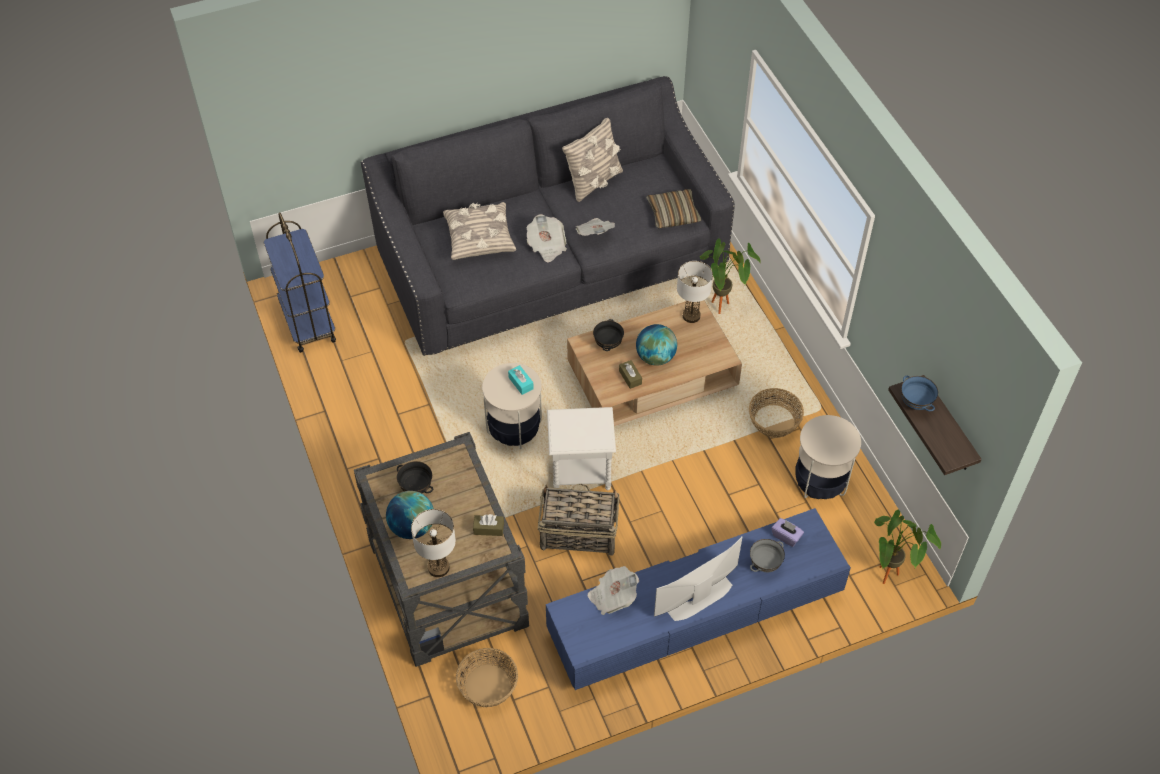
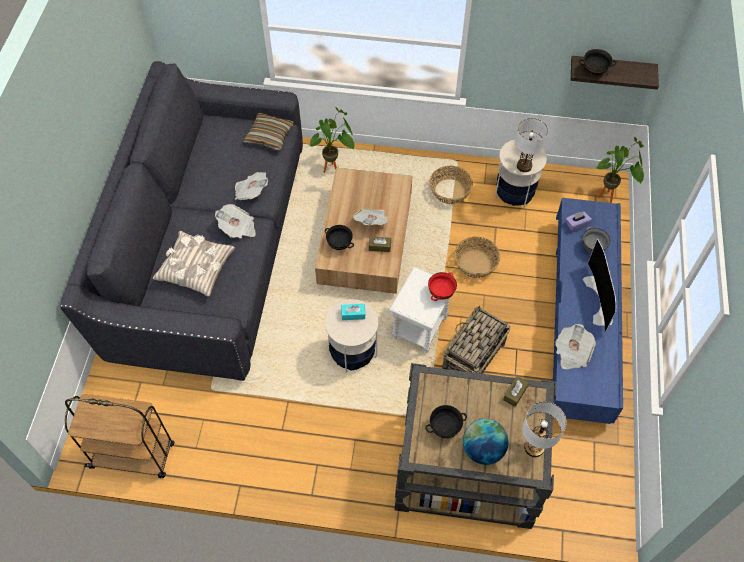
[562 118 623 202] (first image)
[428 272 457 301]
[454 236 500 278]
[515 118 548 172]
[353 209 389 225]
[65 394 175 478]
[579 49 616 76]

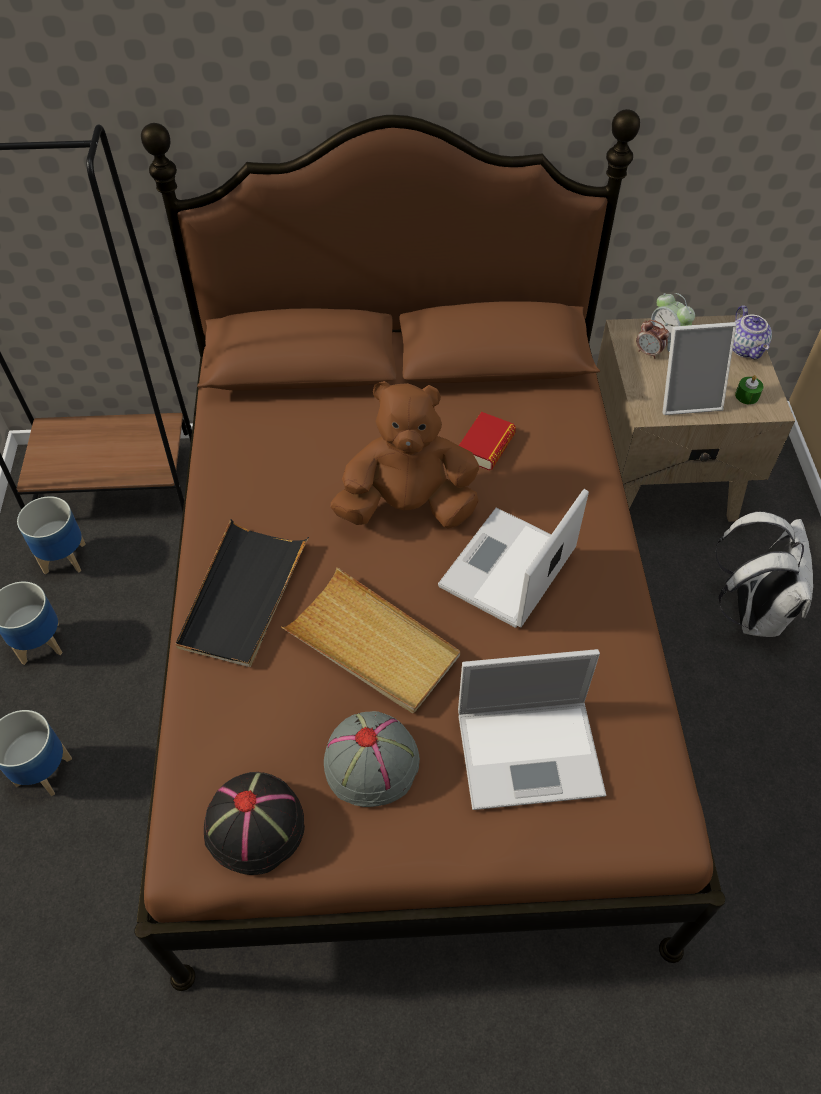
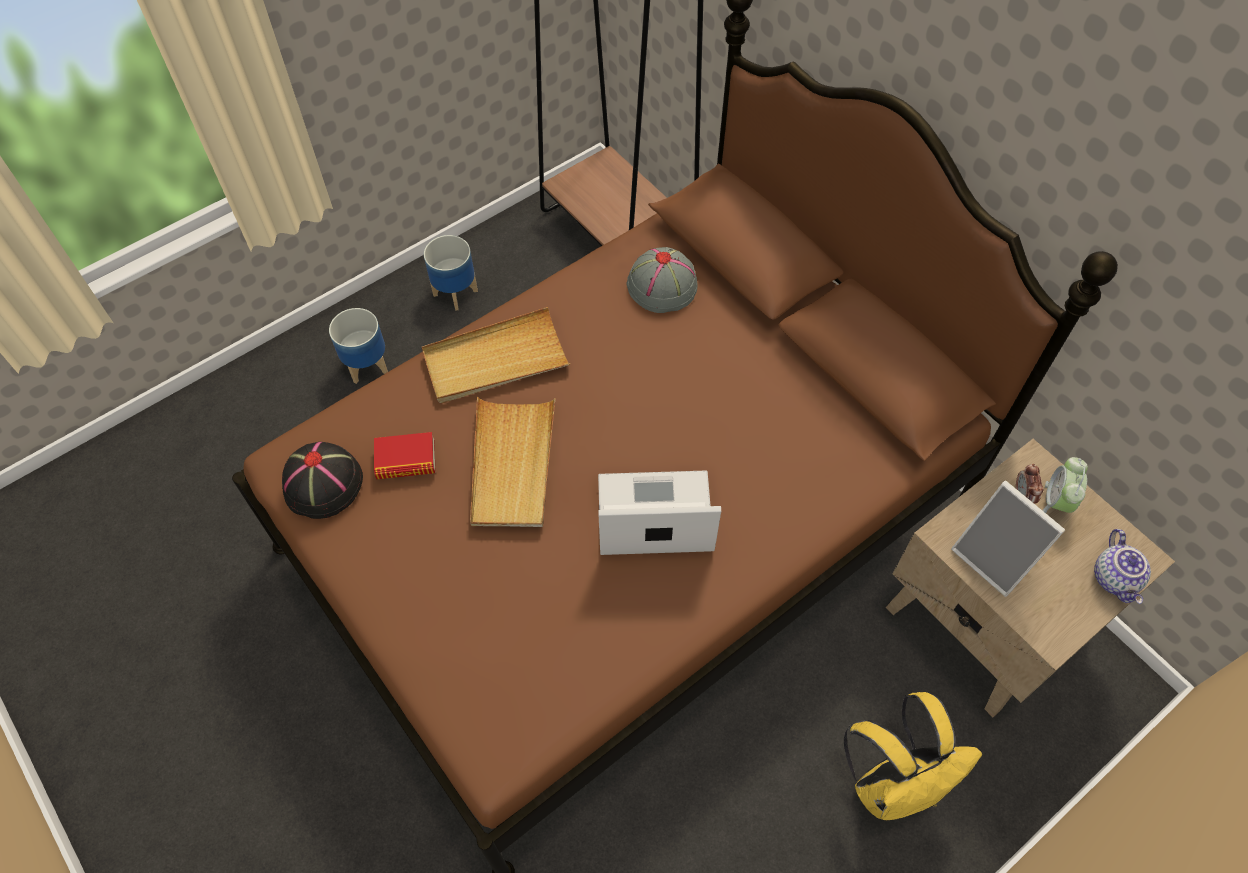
[17 496 86 575] (first image)
[331 381 479 529] (first image)
[458 649 606 810] (first image)
[735 375 764 404] (first image)
[626 247 697 313]
[374 432 436 479]
[422 307 570 403]
[844 692 982 820]
[1094 529 1151 604]

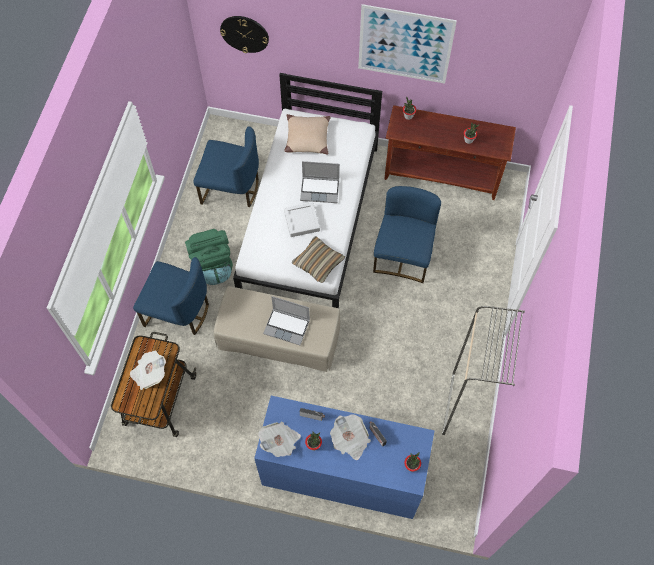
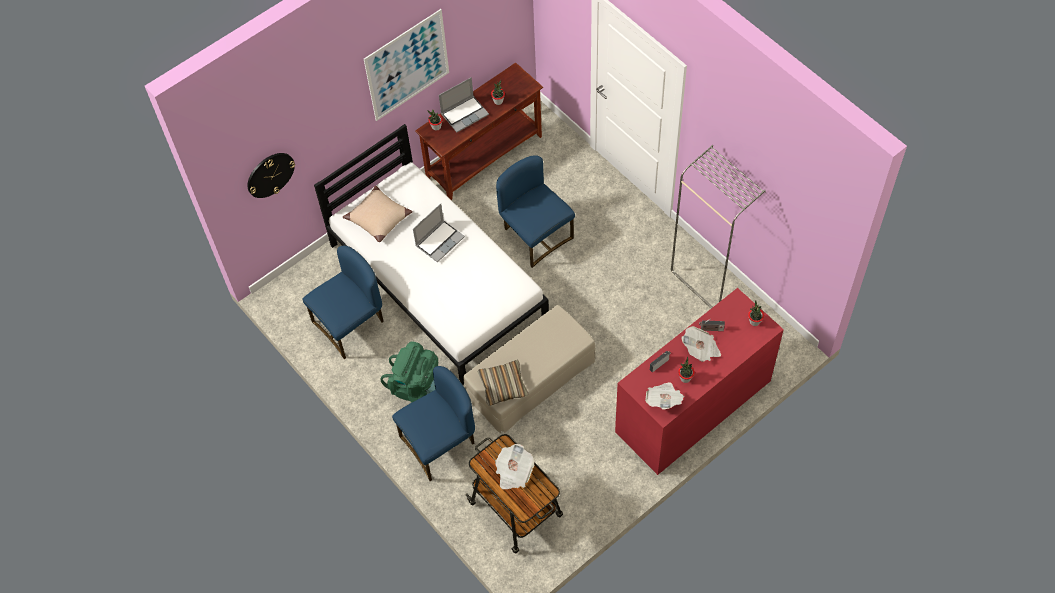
[284 203 320 237] (first image)
[439 77 489 132]
[478 360 528 406]
[615 288 784 475]

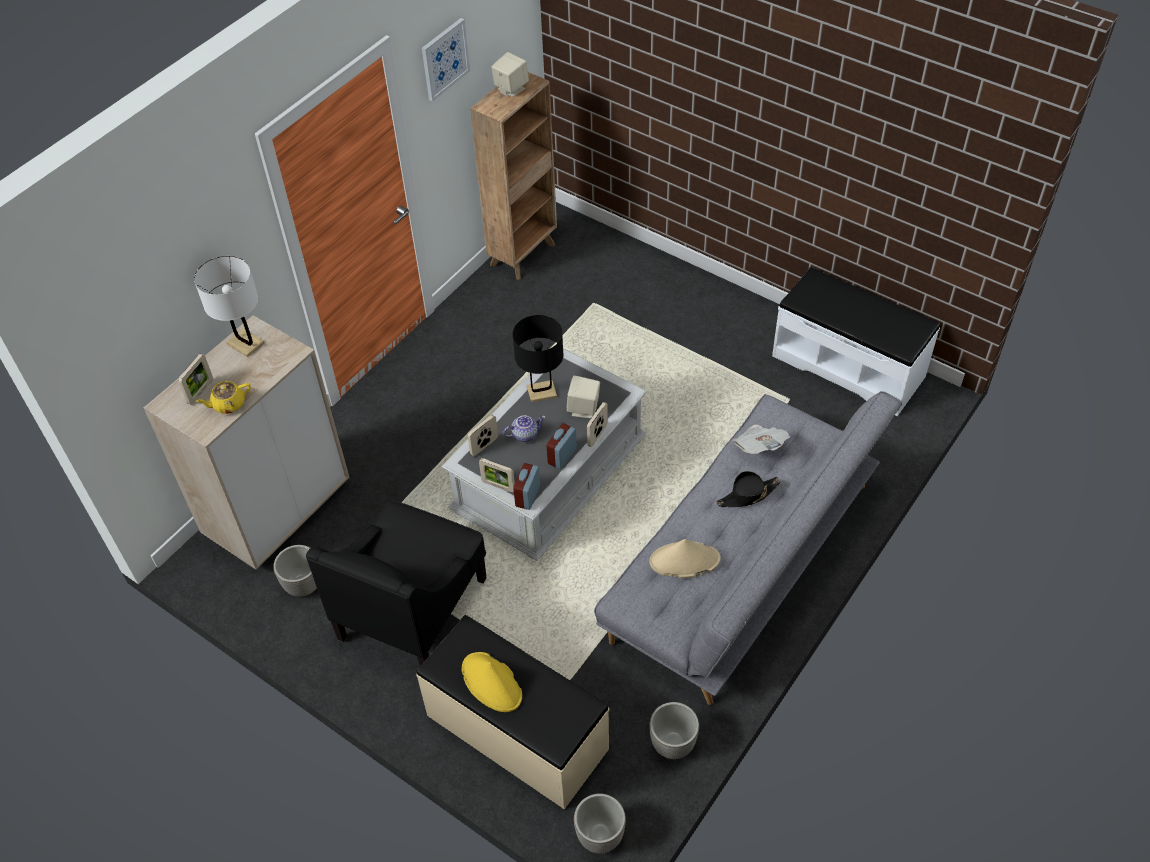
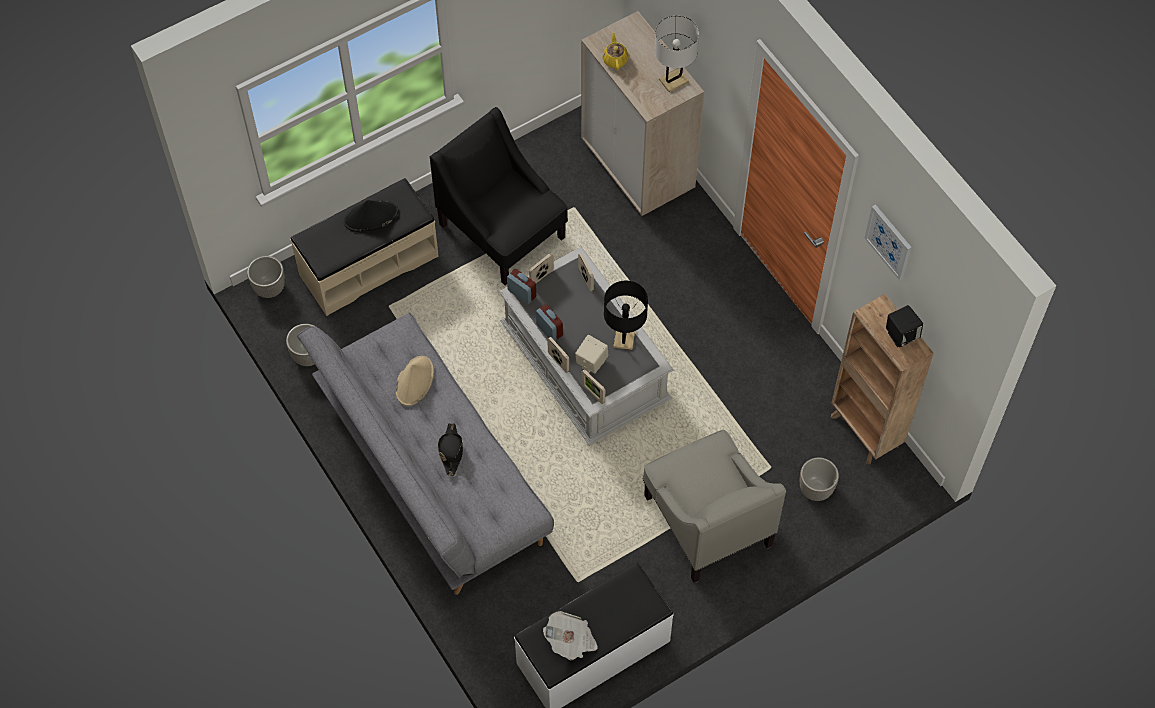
[503 415 545 442] (first image)
[643 430 786 583]
[581 369 605 404]
[800 457 839 501]
[543 611 598 660]
[344 200 398 232]
[886 305 923 347]

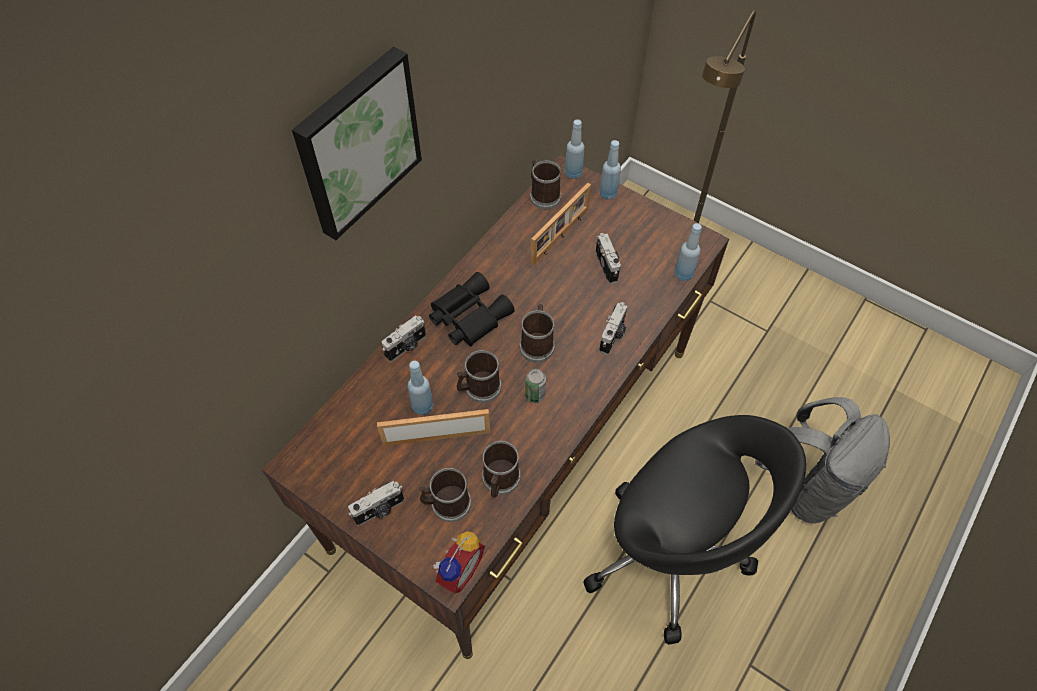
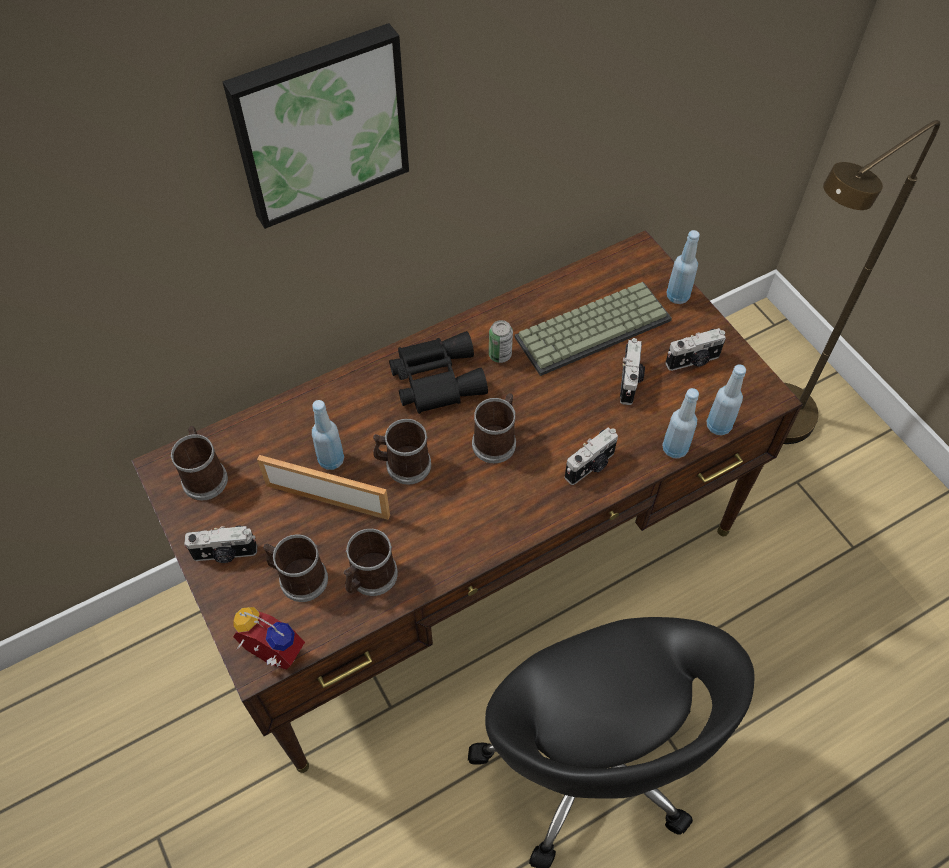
[755 397 890 524] (first image)
[665 328 726 371]
[489 320 513 363]
[171 426 228 501]
[662 388 699 459]
[515 282 672 376]
[233 607 305 670]

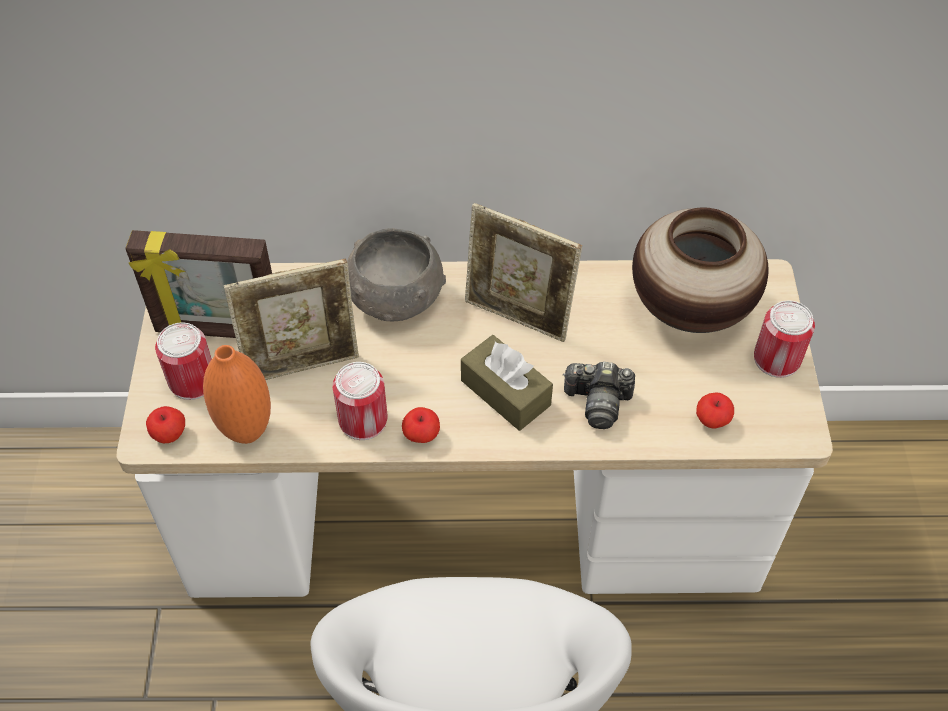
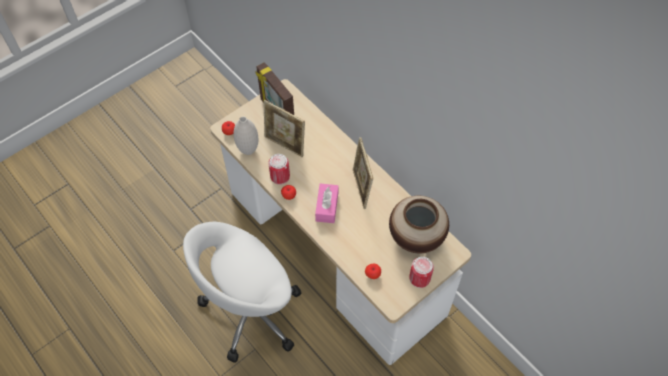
[155 322 212 400] (first image)
[347 228 446 321] (first image)
[563 362 635 429] (first image)
[233 116 258 155]
[315 184 338 223]

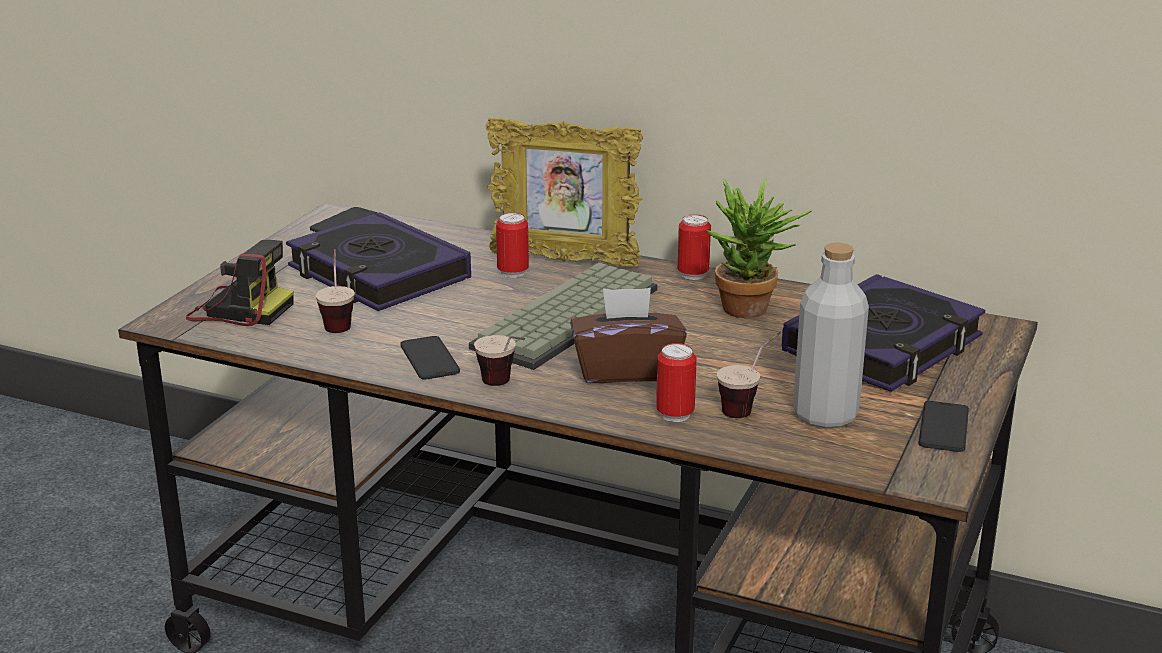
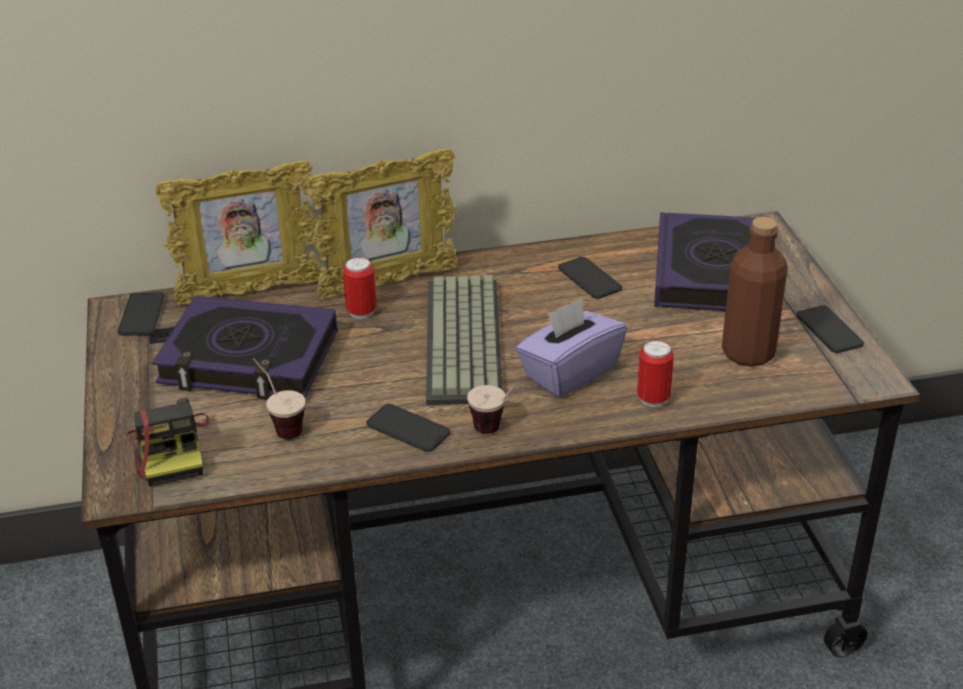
[678 214 711 280] (first image)
[717 332 781 418] (first image)
[155 160 323 304]
[558 257 622 299]
[516 298 627 398]
[722 217 788 367]
[127 398 210 487]

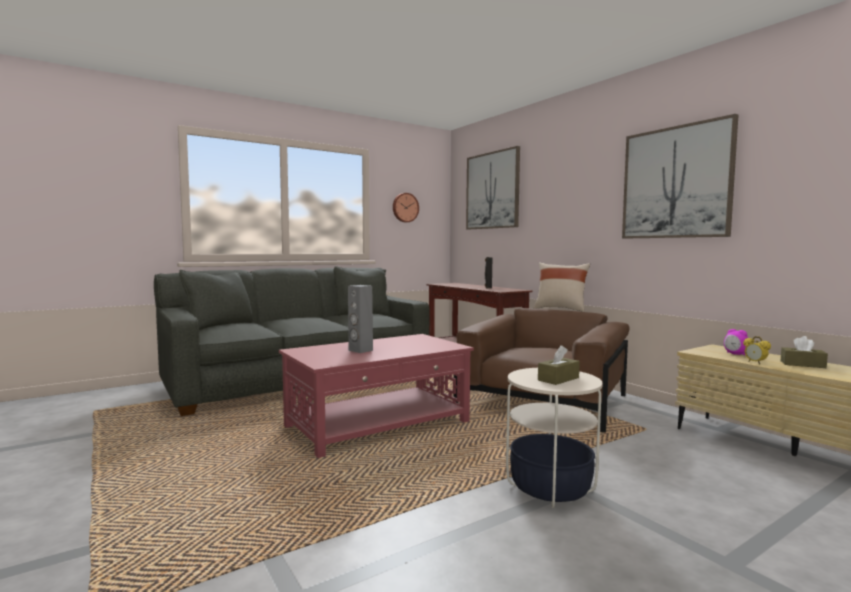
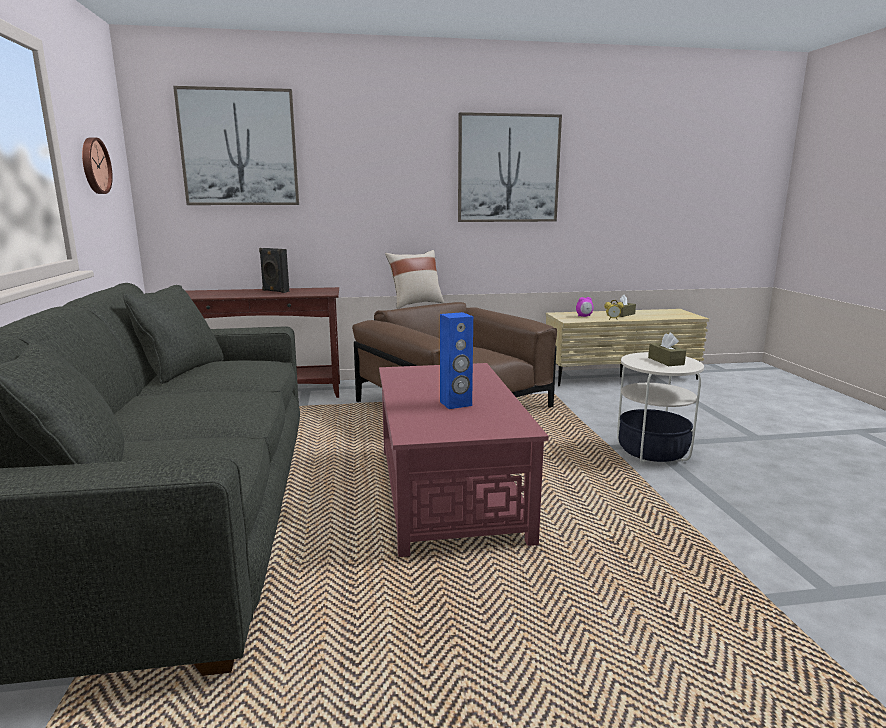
[440 312 473 409]

